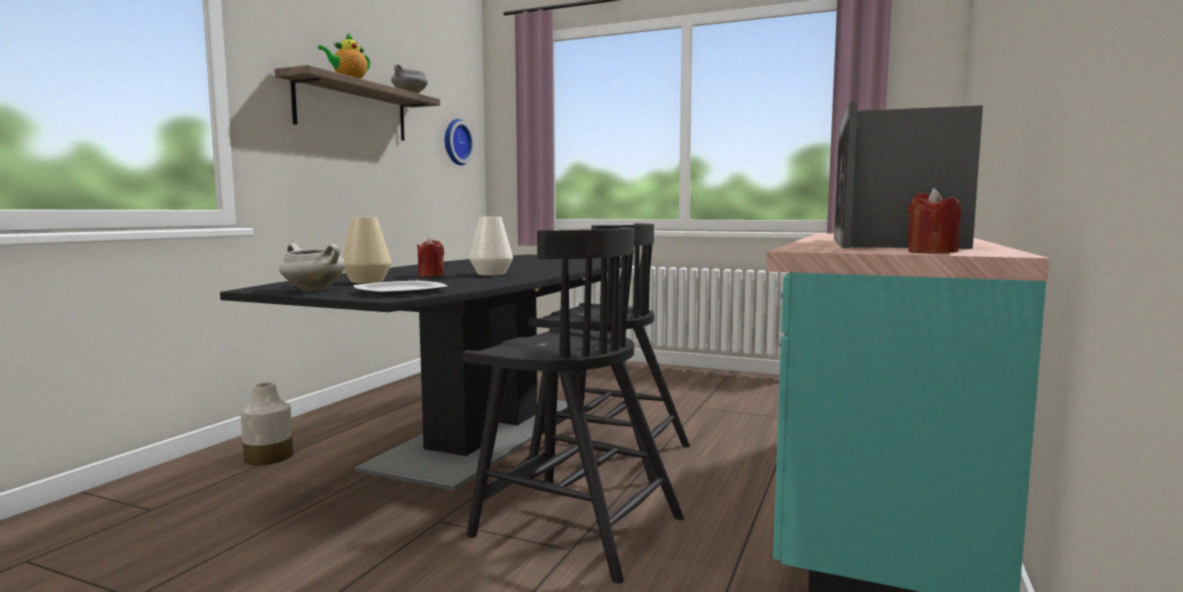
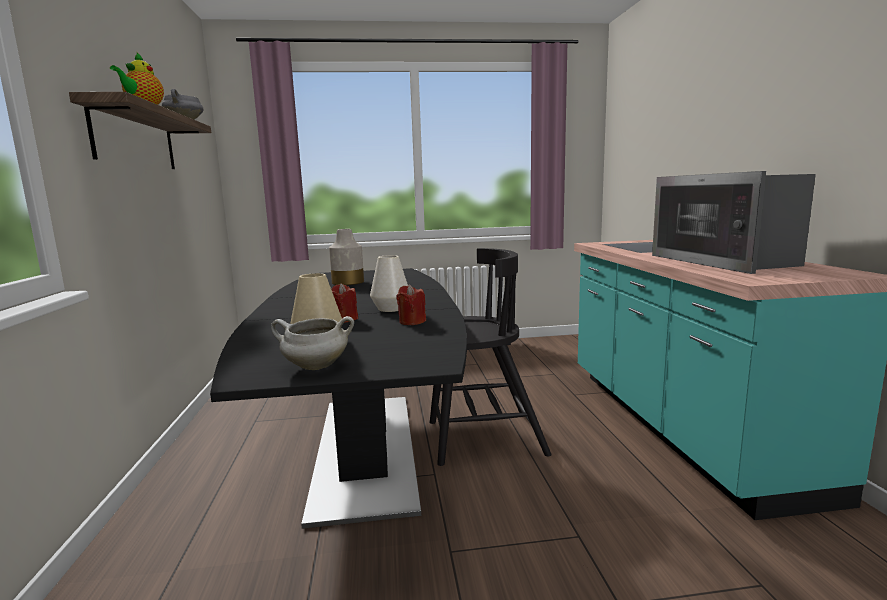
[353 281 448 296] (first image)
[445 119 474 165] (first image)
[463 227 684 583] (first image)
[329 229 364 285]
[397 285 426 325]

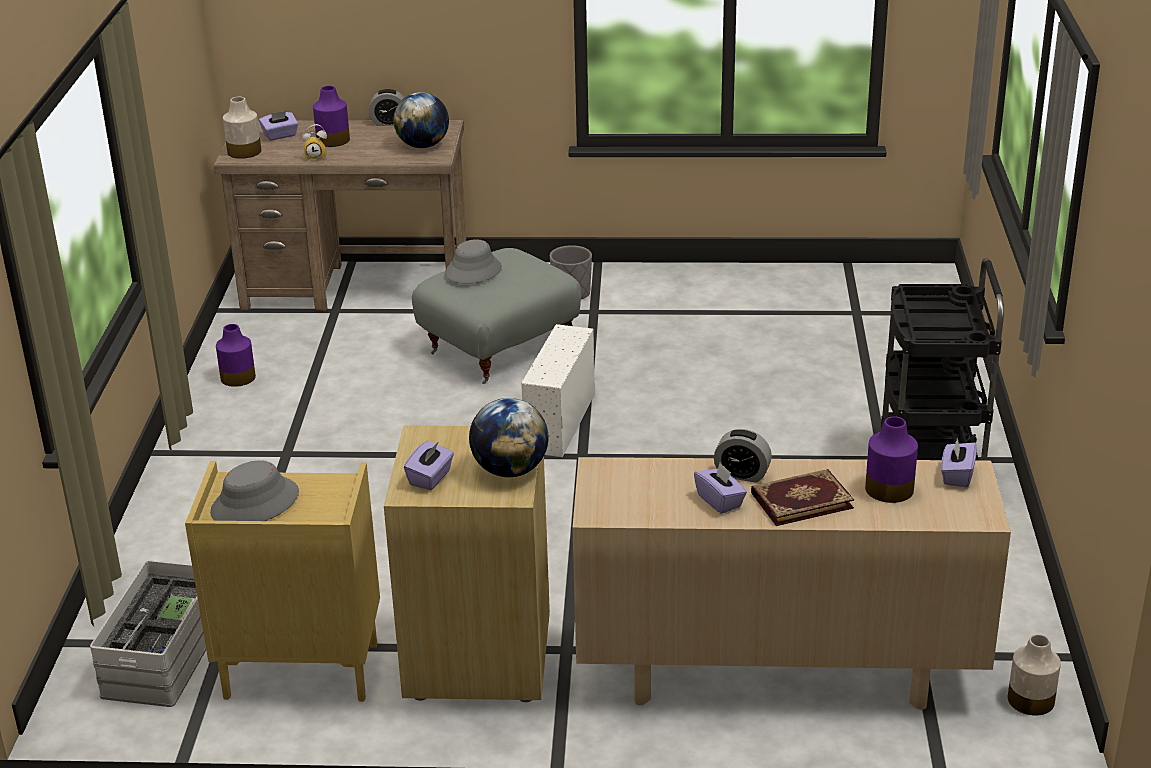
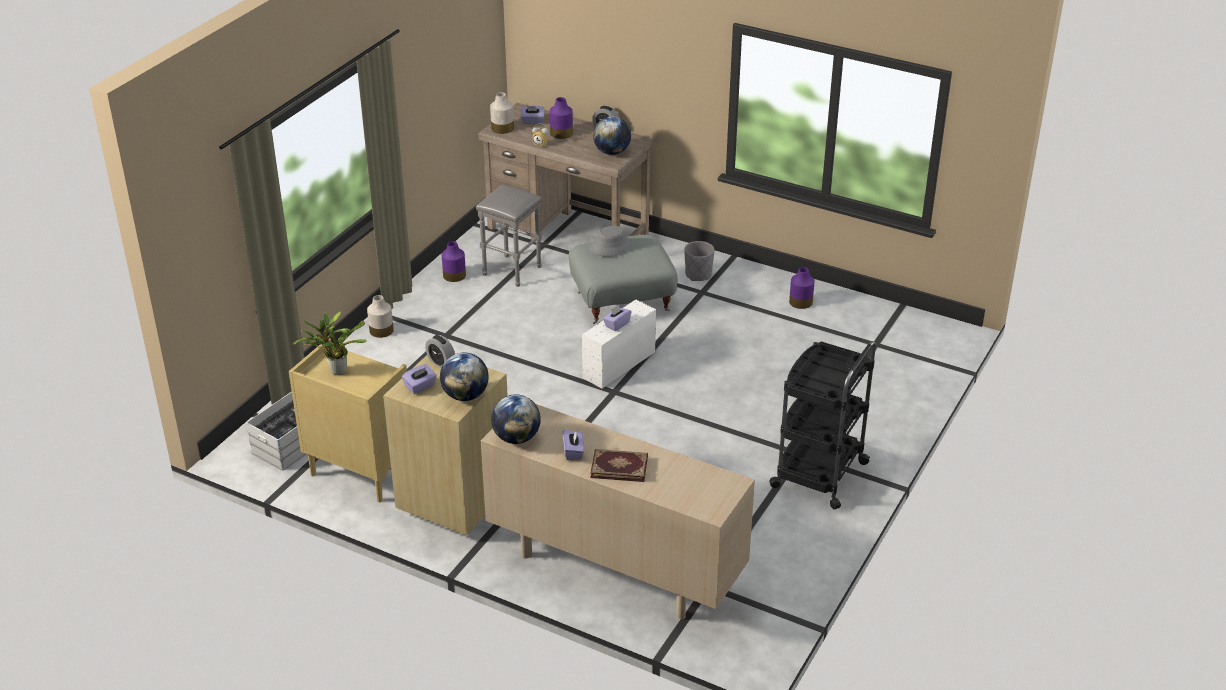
[476 185 542 287]
[491 394 541 444]
[425 335 455 368]
[789 267 815 309]
[603 305 631 331]
[367 295 394 338]
[293 312 366 375]

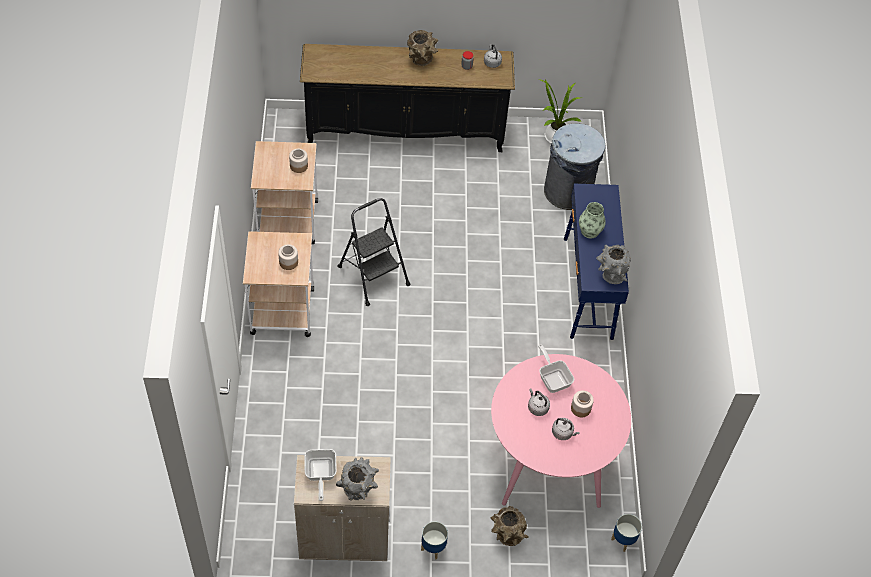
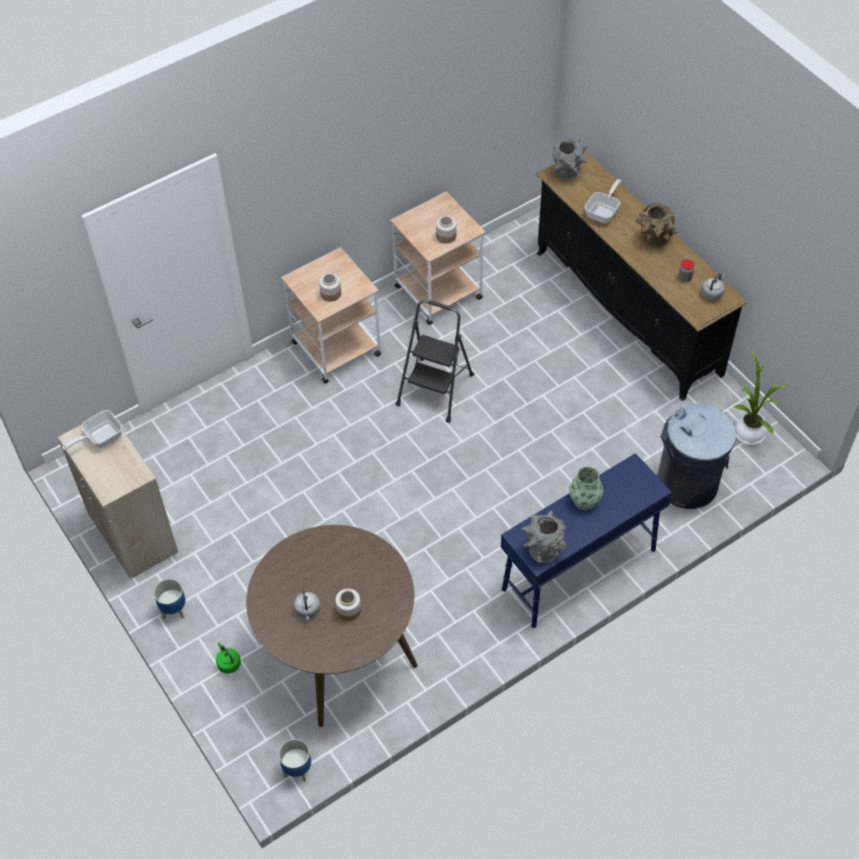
[528 388 550 416] (first image)
[552 138 588 179]
[584 179 621 223]
[216 642 241 674]
[246 525 418 727]

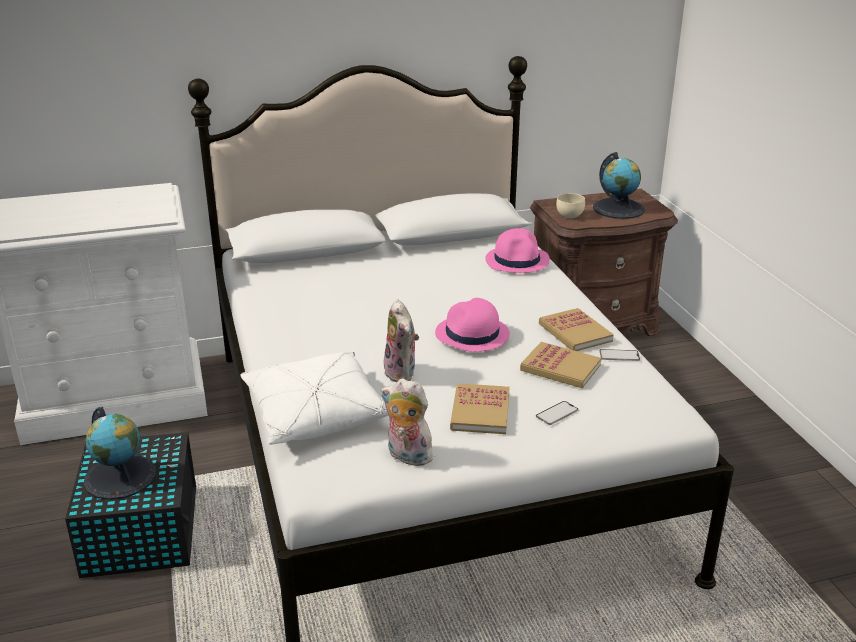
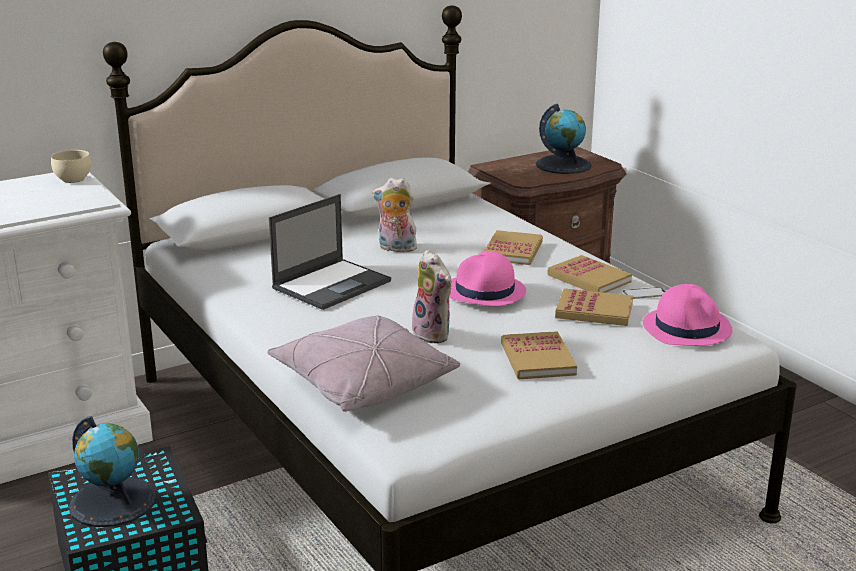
[536 401 579 425] (first image)
[269 194 391 310]
[484 230 543 265]
[372 178 417 252]
[643 284 733 346]
[51 150 91 183]
[267 315 460 412]

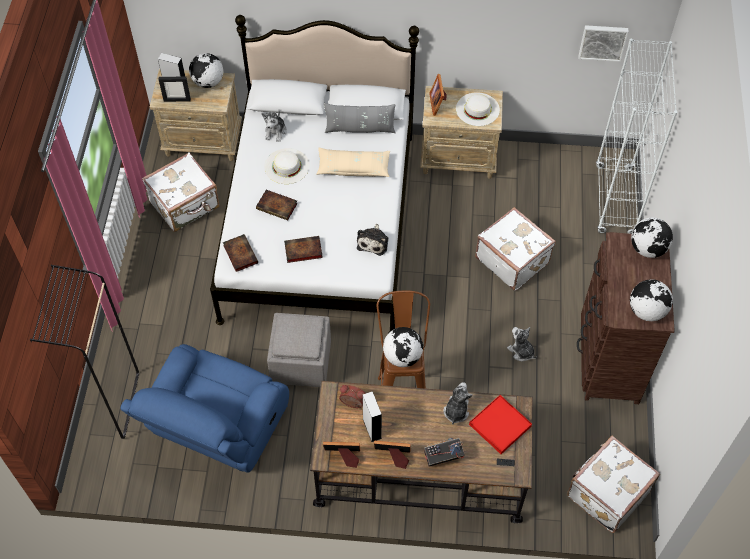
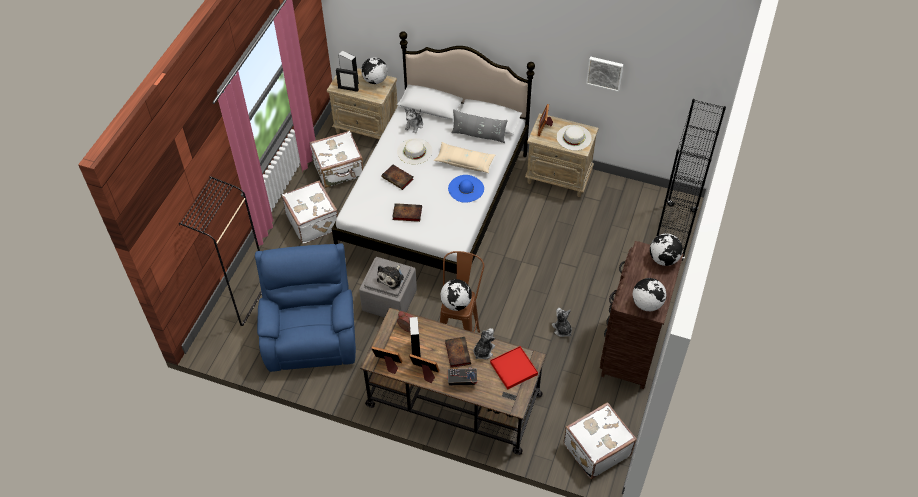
[448 175 484 203]
[445 337 471 368]
[377 264 404 289]
[282 181 338 244]
[586 56 624 92]
[656 99 726 261]
[255 244 356 372]

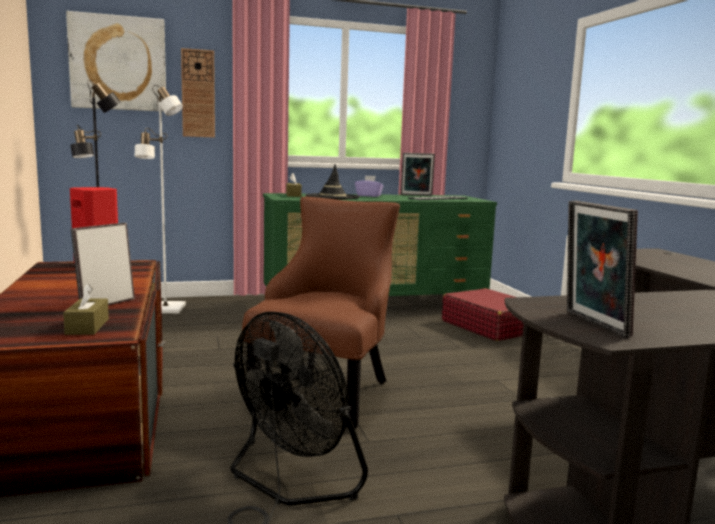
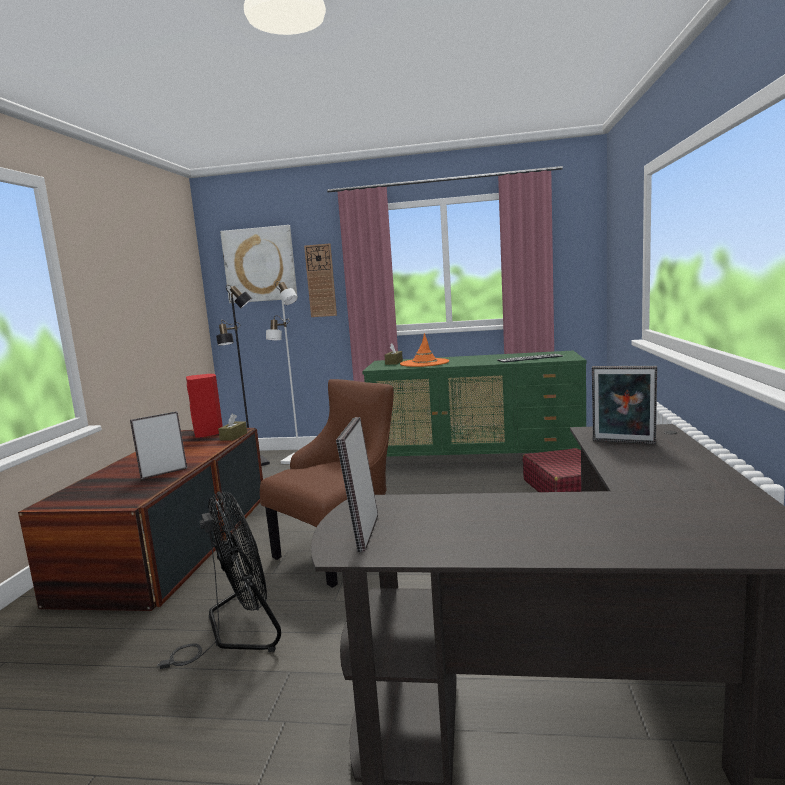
[355 175 383 197] (first image)
[218 414 247 441]
[592 366 657 444]
[400 333 449 367]

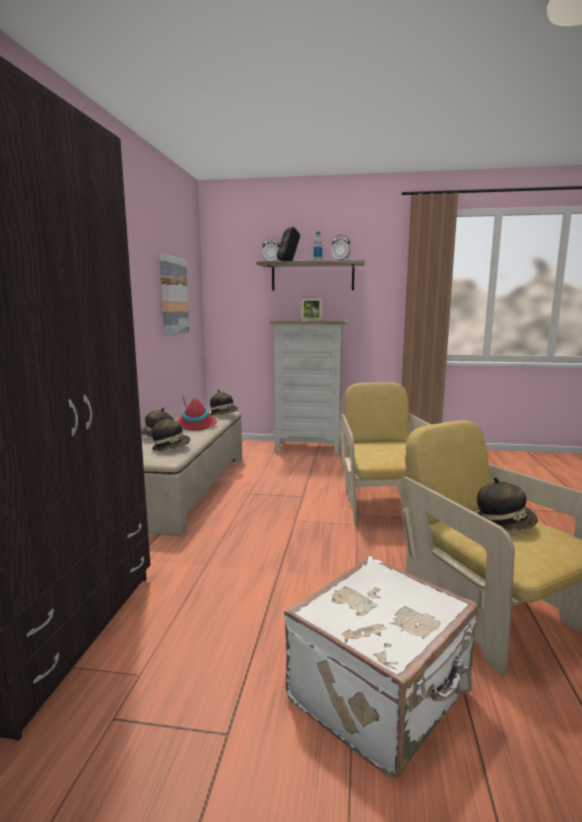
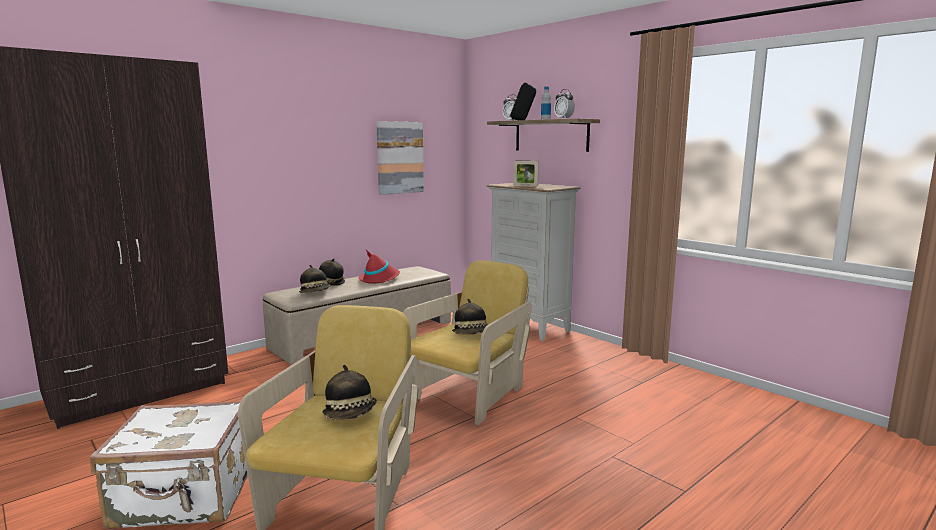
[452 299 489 334]

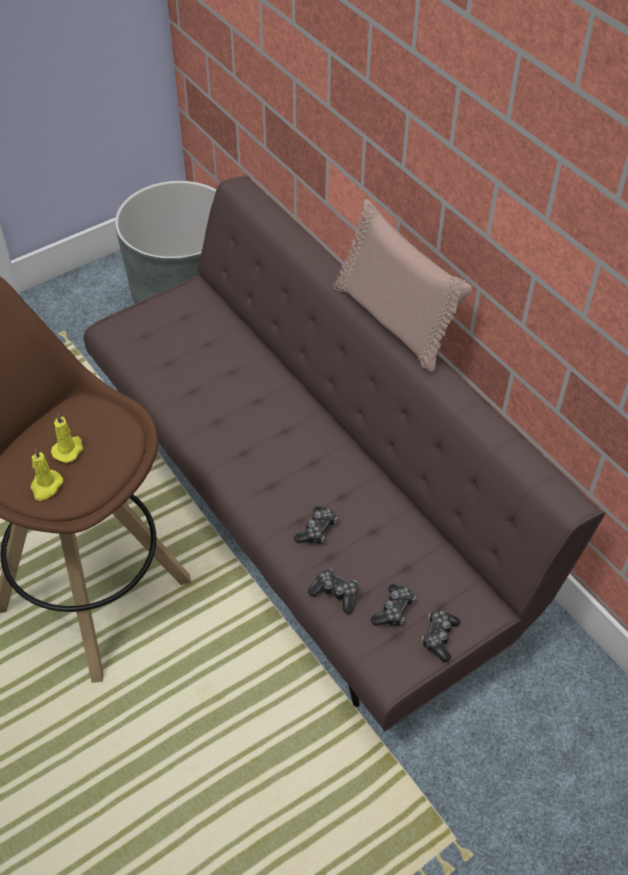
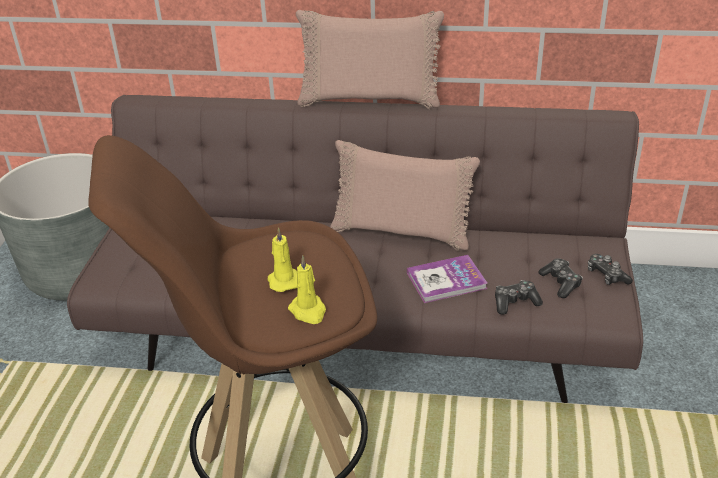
[330 140 480 251]
[407 255 487 303]

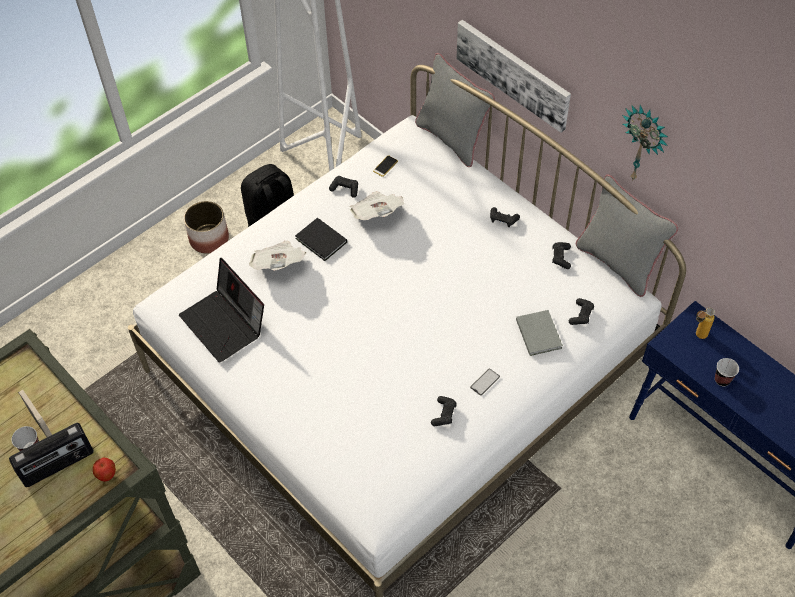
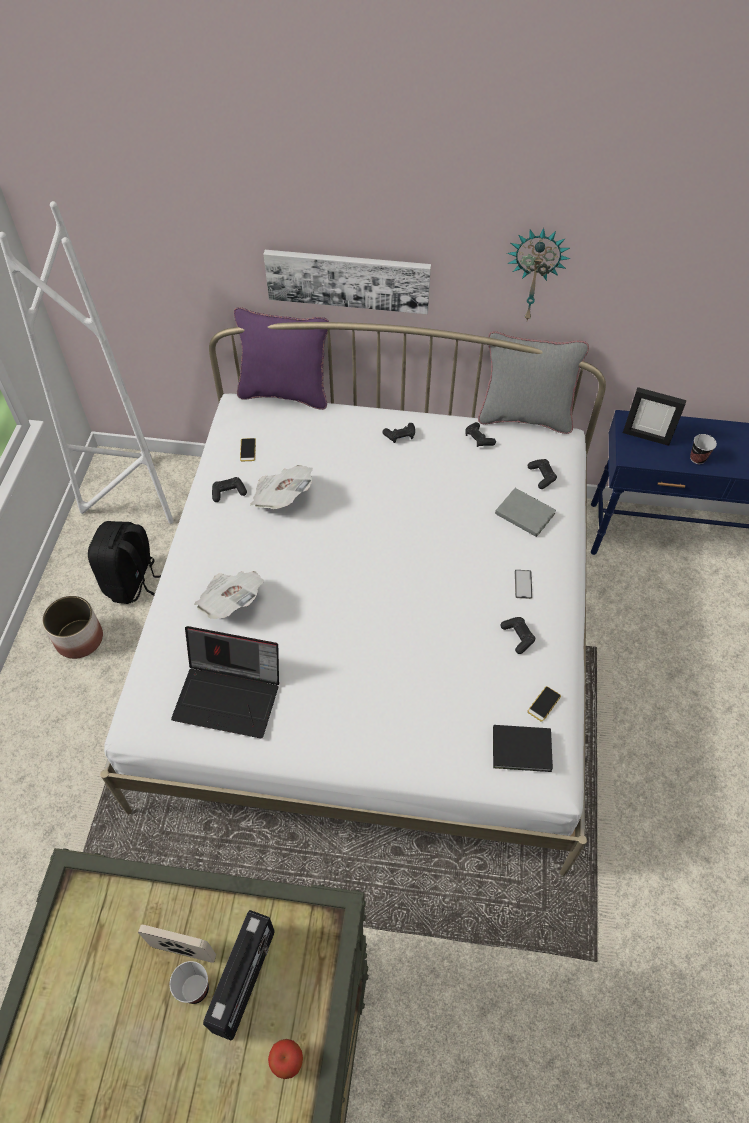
[528 686 561 722]
[268 1039 303 1079]
[493 725 553 772]
[623 387 687 446]
[234 307 329 410]

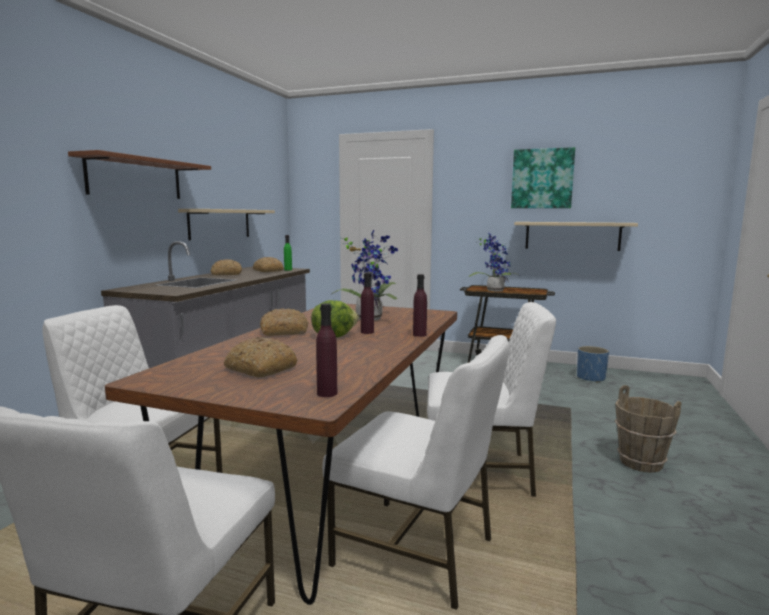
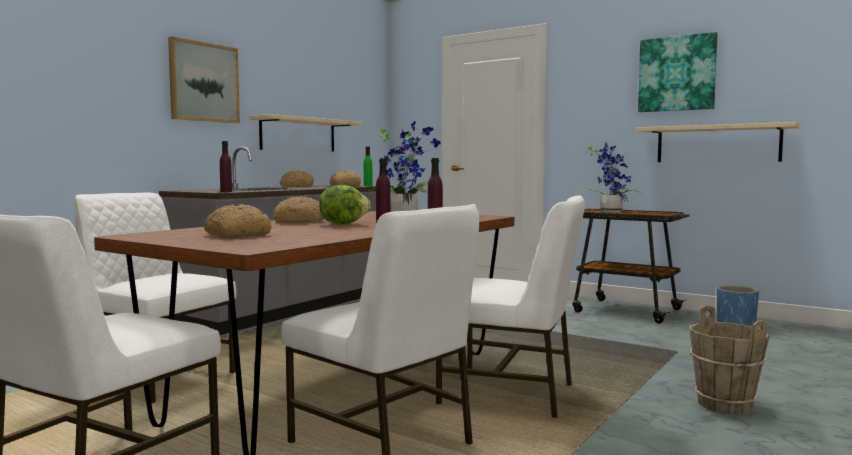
[220 141 232 192]
[168 37 240 123]

